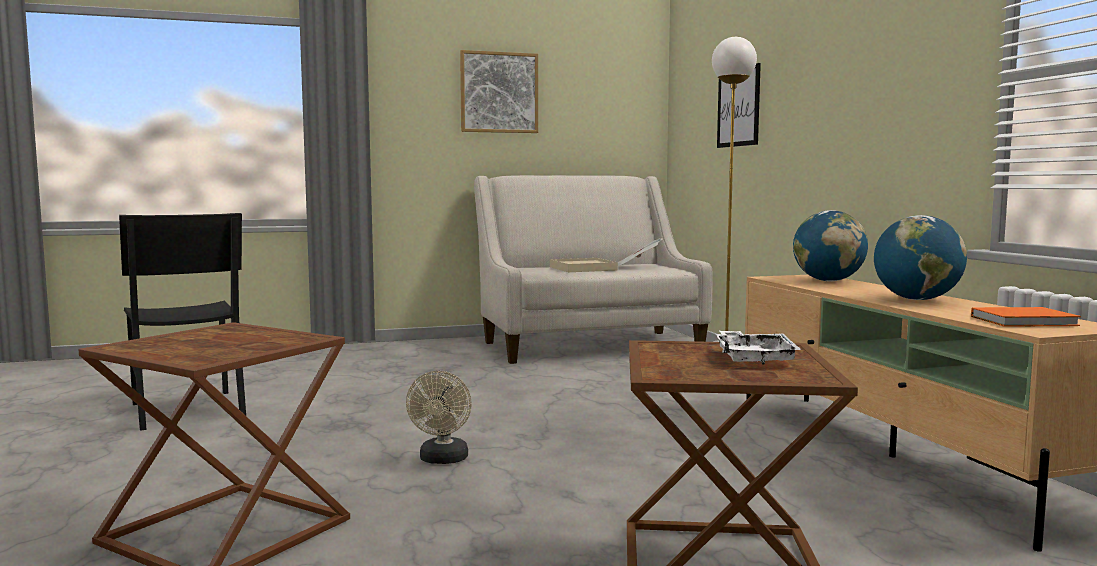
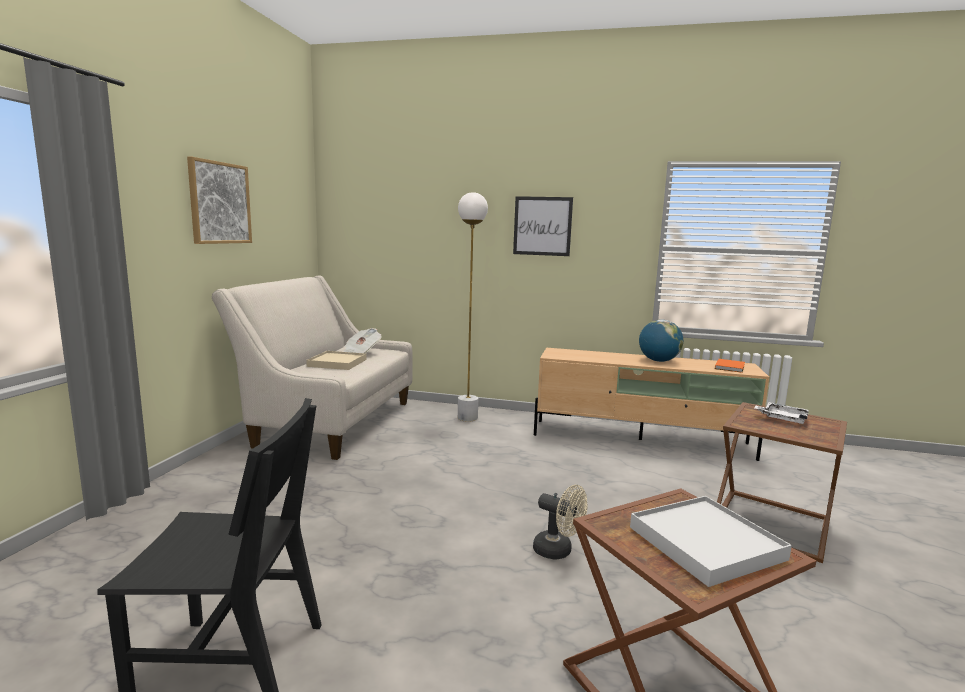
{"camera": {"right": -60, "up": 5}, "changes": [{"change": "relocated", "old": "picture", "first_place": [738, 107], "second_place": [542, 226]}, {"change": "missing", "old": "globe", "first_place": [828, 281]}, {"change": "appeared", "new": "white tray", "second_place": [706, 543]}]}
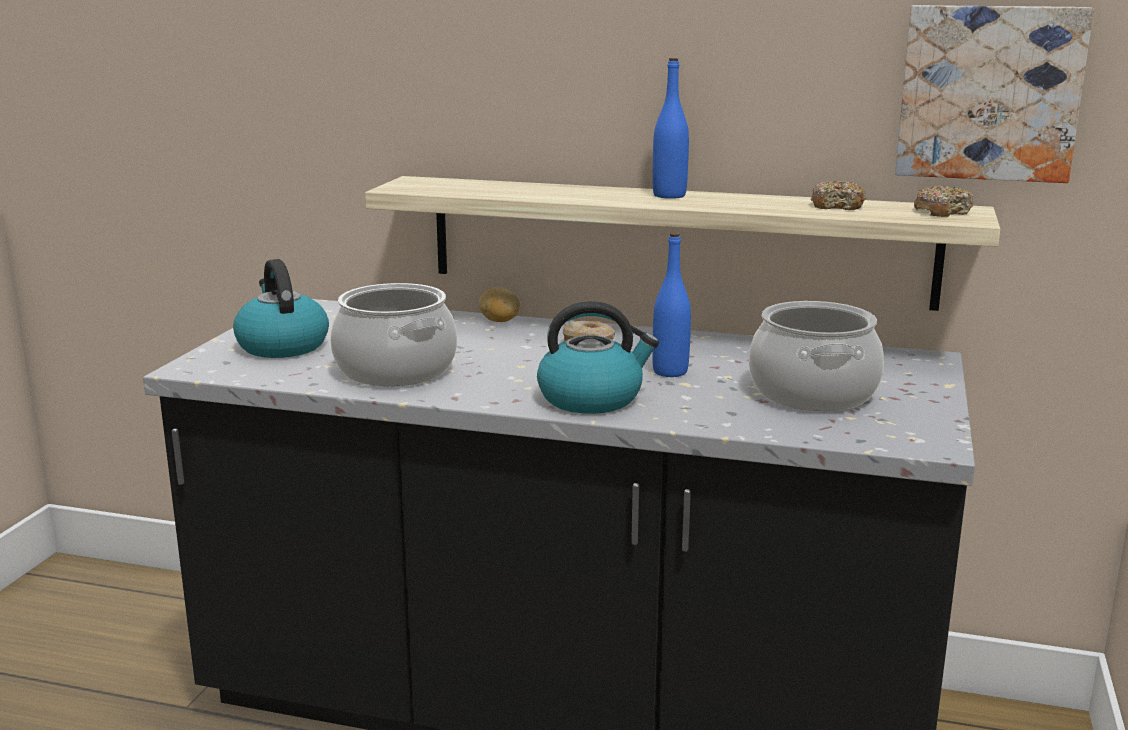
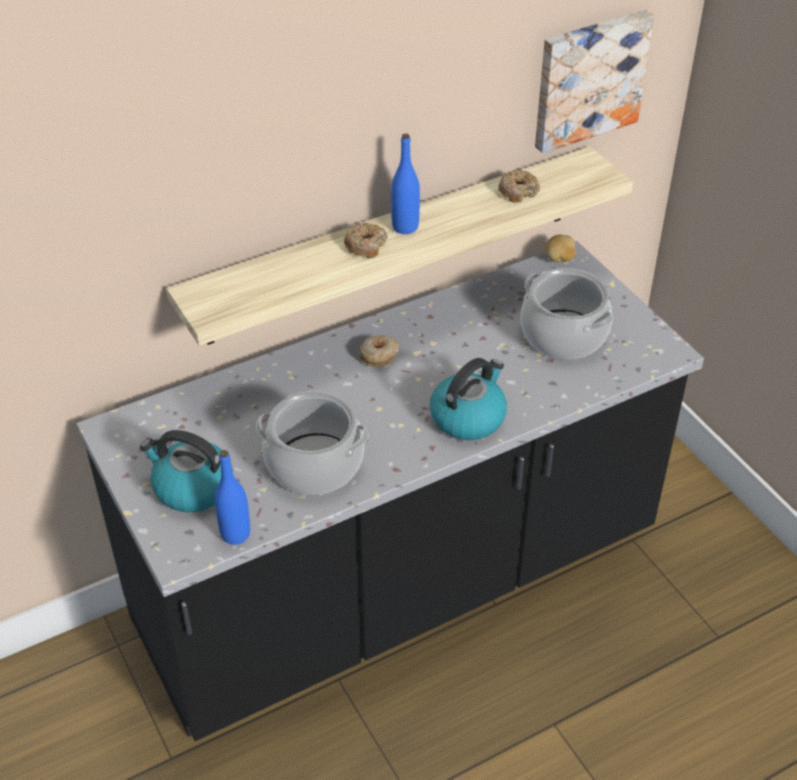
{"camera": {"right": -45, "up": 25}, "changes": [{"change": "relocated", "old": "potato", "first_place": [499, 321], "second_place": [559, 259]}, {"change": "relocated", "old": "blue bottle", "first_place": [670, 372], "second_place": [235, 534]}, {"change": "relocated", "old": "donut", "first_place": [942, 211], "second_place": [365, 246]}]}
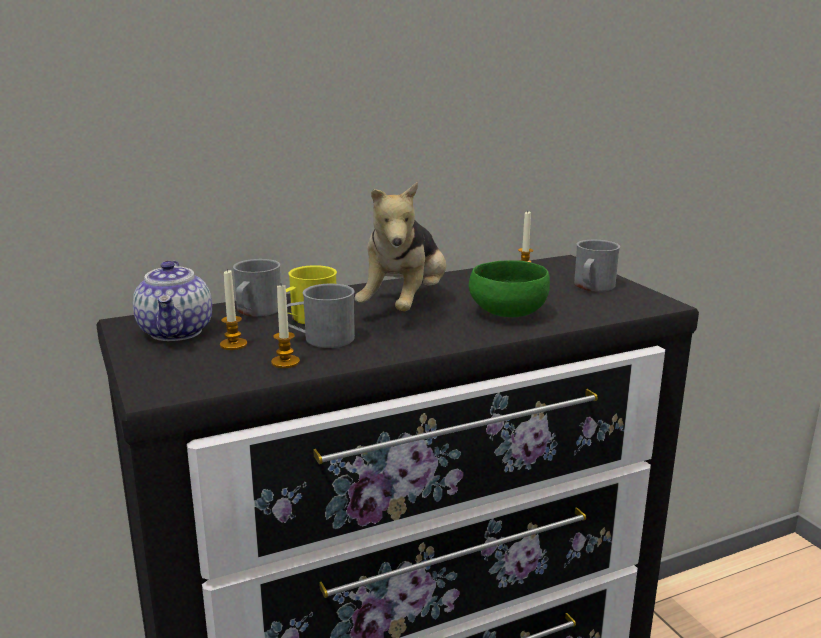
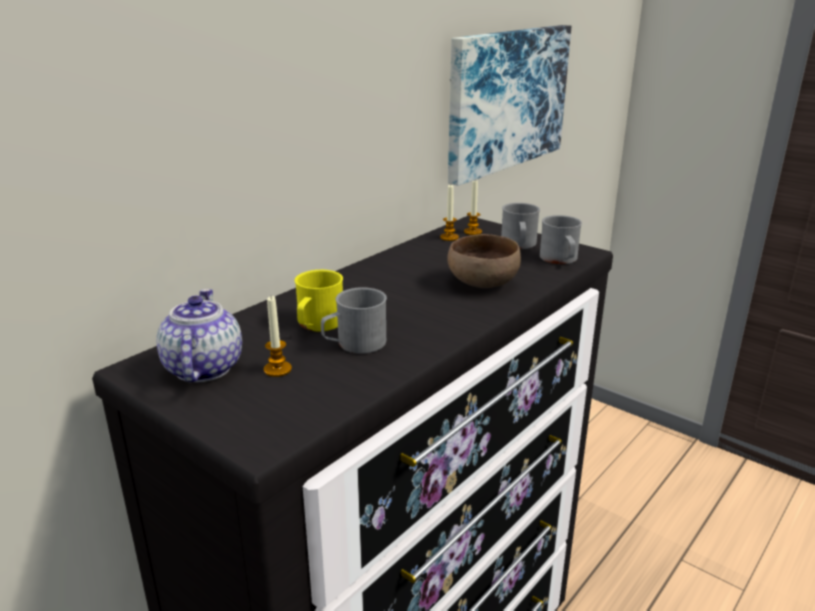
{"camera": {"right": -25, "up": 5}, "changes": [{"change": "spun", "old": "teapot", "first_place": [177, 332], "second_place": [202, 368], "degrees": -150}, {"change": "relocated", "old": "grey mug", "first_place": [255, 311], "second_place": [560, 260]}, {"change": "relocated", "old": "candle", "first_place": [285, 362], "second_place": [472, 232]}, {"change": "missing", "old": "plush toy", "first_place": [405, 306]}, {"change": "colour", "old": "green bowl", "new": "brown bowl", "first_place": [506, 313], "second_place": [482, 284]}, {"change": "appeared", "new": "picture", "second_place": [506, 99]}]}
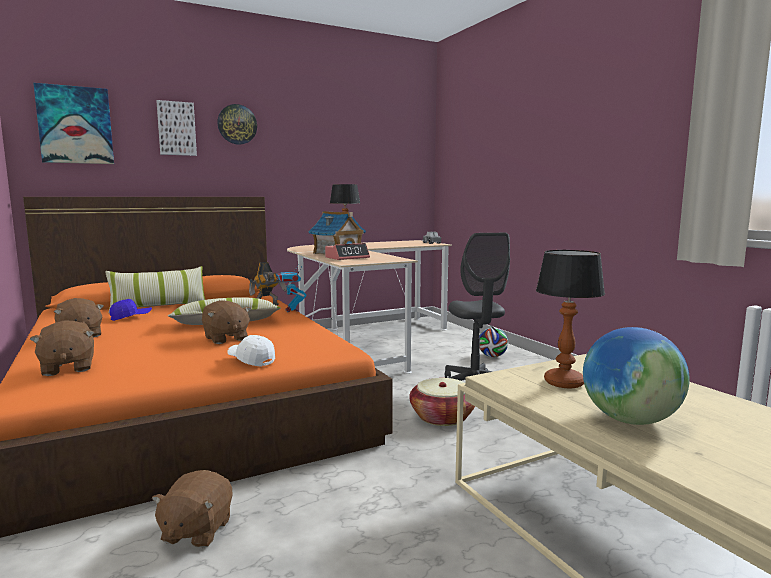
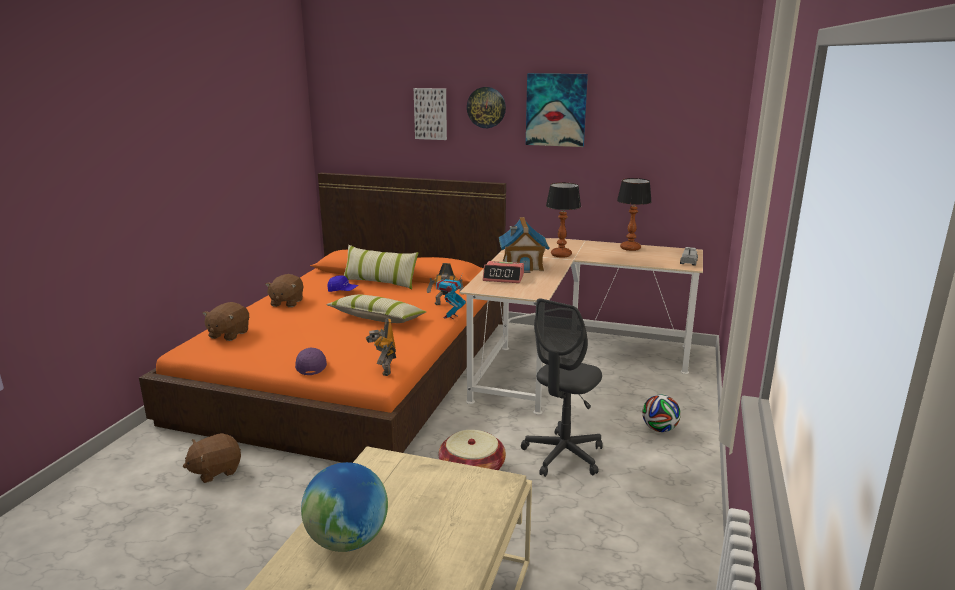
{"camera": {"right": 45, "up": 10}, "changes": [{"change": "relocated", "old": "picture", "first_place": [75, 125], "second_place": [556, 110]}, {"change": "missing", "old": "brown plush toy", "first_place": [225, 338]}, {"change": "colour", "old": "white cap", "new": "purple cap", "first_place": [251, 360], "second_place": [311, 366]}, {"change": "relocated", "old": "table lamp", "first_place": [564, 382], "second_place": [630, 248]}, {"change": "appeared", "new": "toy robot", "second_place": [384, 369]}]}
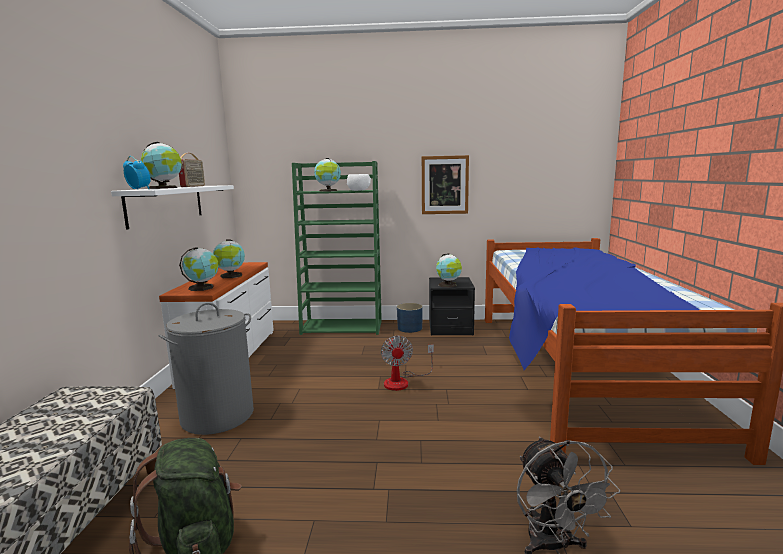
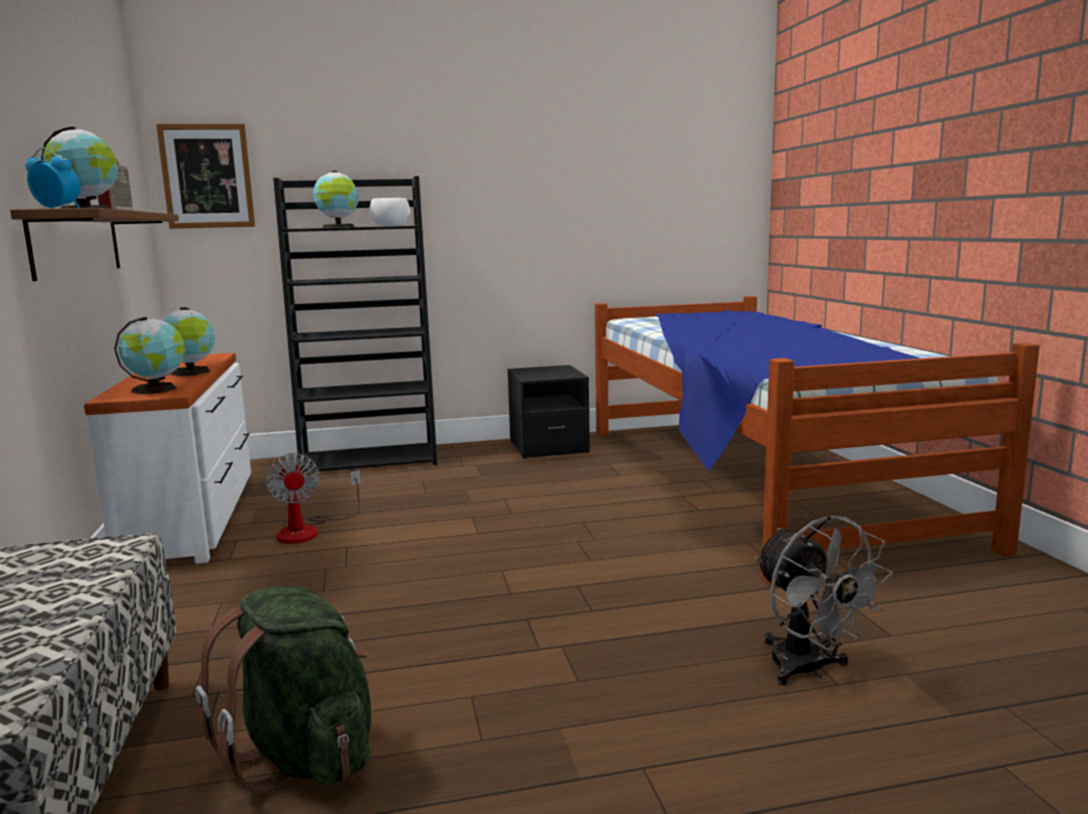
{"camera": {"right": -15, "up": 0}, "changes": [{"change": "colour", "old": "white shelf", "new": "brown shelf", "first_place": [166, 204], "second_place": [77, 243]}, {"change": "missing", "old": "grey laundry basket", "first_place": [217, 416]}, {"change": "colour", "old": "green bookcase", "new": "black bookcase", "first_place": [343, 327], "second_place": [370, 460]}, {"change": "relocated", "old": "fan", "first_place": [402, 381], "second_place": [309, 530]}, {"change": "missing", "old": "blue planter", "first_place": [410, 328]}, {"change": "relocated", "old": "picture", "first_place": [444, 185], "second_place": [207, 176]}, {"change": "missing", "old": "globe", "first_place": [448, 285]}]}
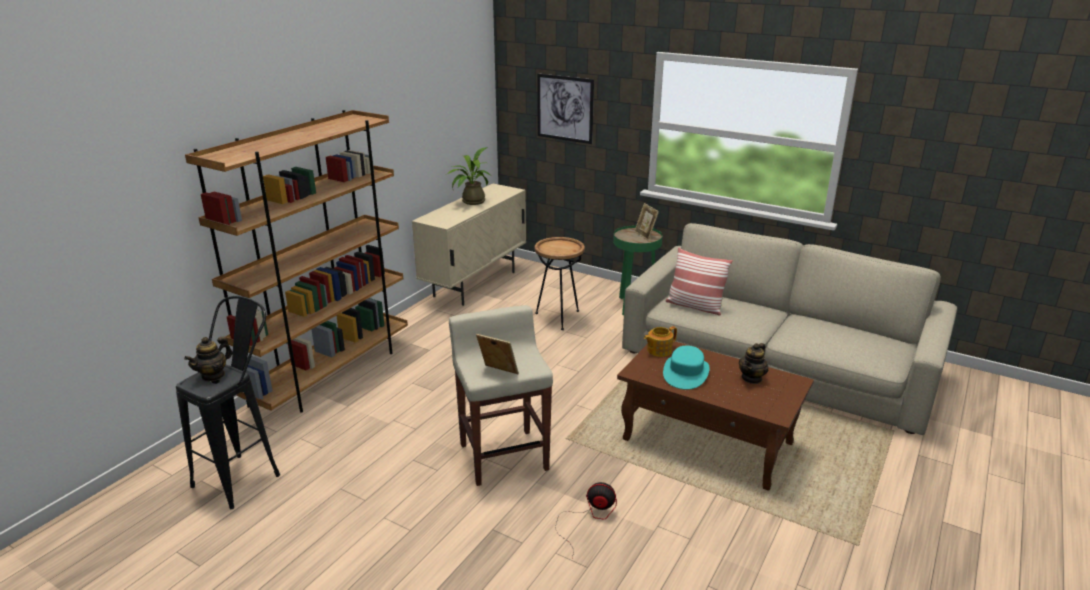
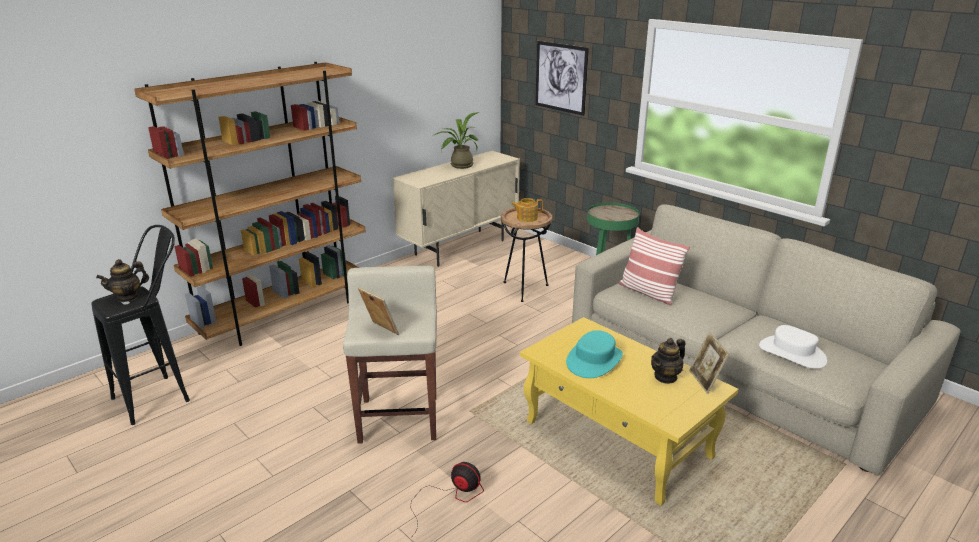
{"camera": {"right": 15, "up": 0}, "changes": [{"change": "colour", "old": "brown coffee table", "new": "yellow coffee table", "first_place": [708, 442], "second_place": [618, 440]}, {"change": "relocated", "old": "picture frame", "first_place": [645, 235], "second_place": [705, 381]}, {"change": "relocated", "old": "teapot", "first_place": [658, 350], "second_place": [526, 218]}, {"change": "appeared", "new": "white hat", "second_place": [792, 353]}]}
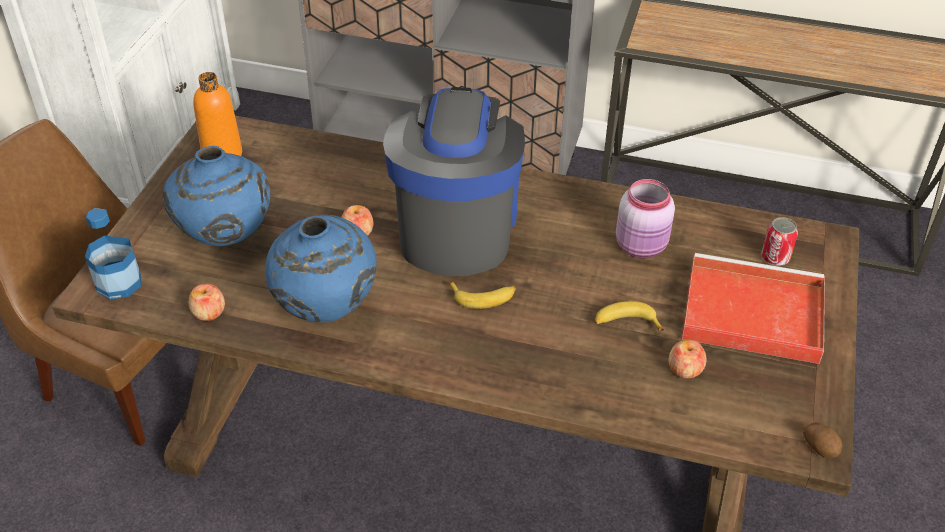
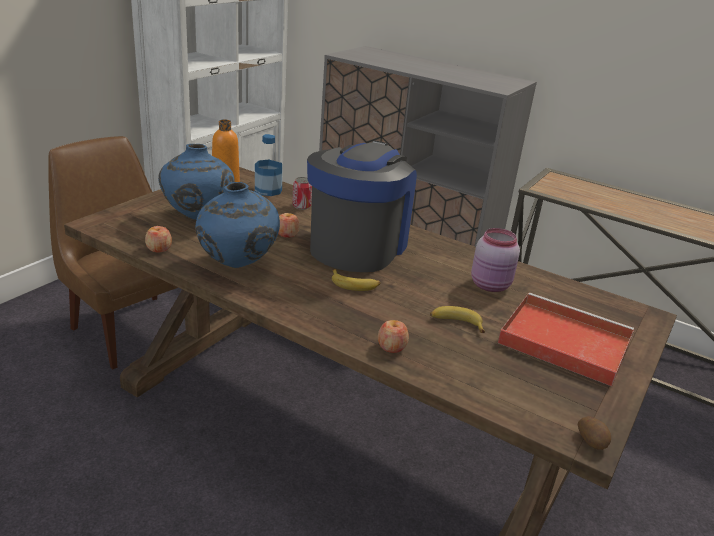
{"camera": {"right": 15, "up": -15}, "changes": [{"change": "relocated", "old": "bottle", "first_place": [119, 283], "second_place": [268, 190]}, {"change": "relocated", "old": "apple", "first_place": [685, 369], "second_place": [391, 347]}, {"change": "relocated", "old": "can", "first_place": [775, 257], "second_place": [301, 206]}]}
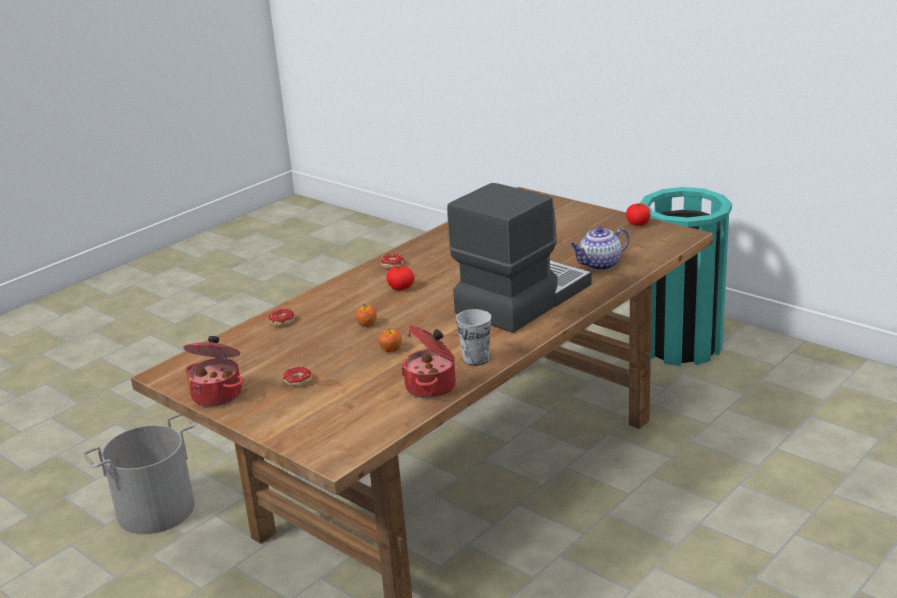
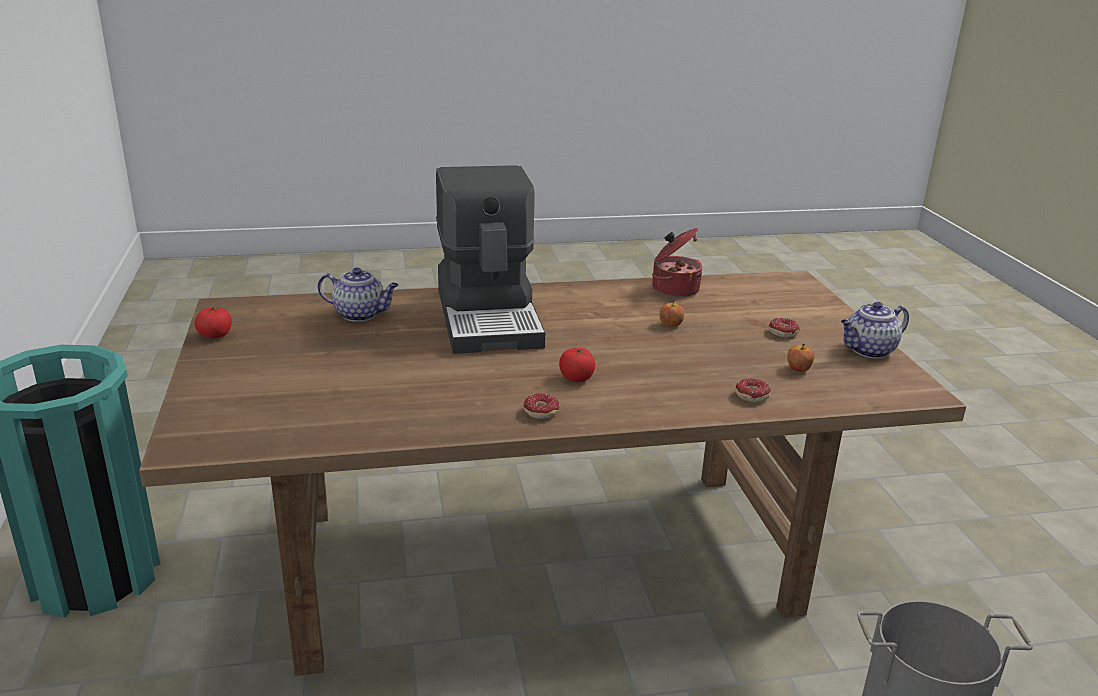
{"camera": {"right": -145, "up": 0}, "changes": [{"change": "exchanged", "old": "cooking pot", "new": "teapot", "first_place": [218, 394], "second_place": [868, 351]}, {"change": "relocated", "old": "apple", "first_place": [367, 324], "second_place": [798, 369]}, {"change": "spun", "old": "coffee machine", "first_place": [521, 299], "second_place": [490, 317], "degrees": -90}, {"change": "missing", "old": "cup", "first_place": [476, 359]}]}
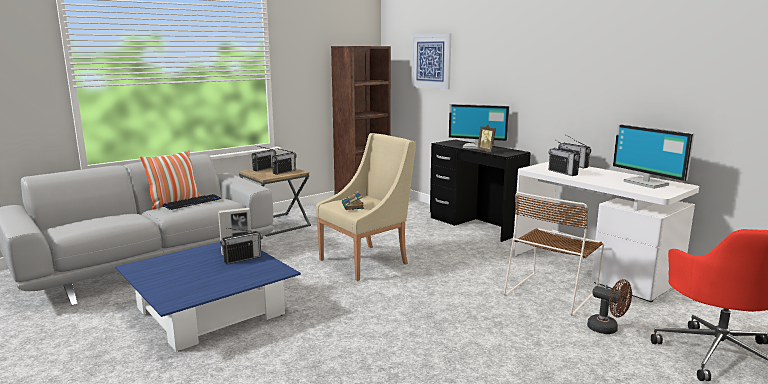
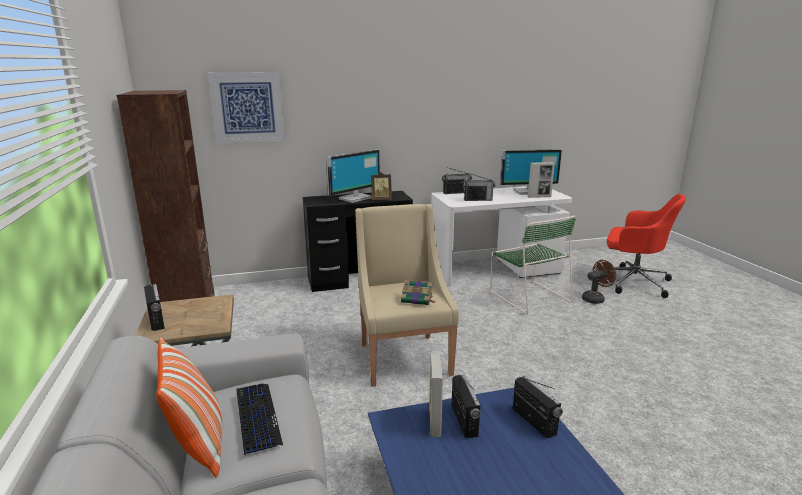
{"camera": {"right": -65, "up": 5}, "changes": [{"change": "relocated", "old": "radio", "first_place": [284, 172], "second_place": [533, 421]}, {"change": "colour", "old": "brown chair", "new": "green chair", "first_place": [552, 292], "second_place": [528, 296]}, {"change": "appeared", "new": "picture frame", "second_place": [539, 197]}]}
